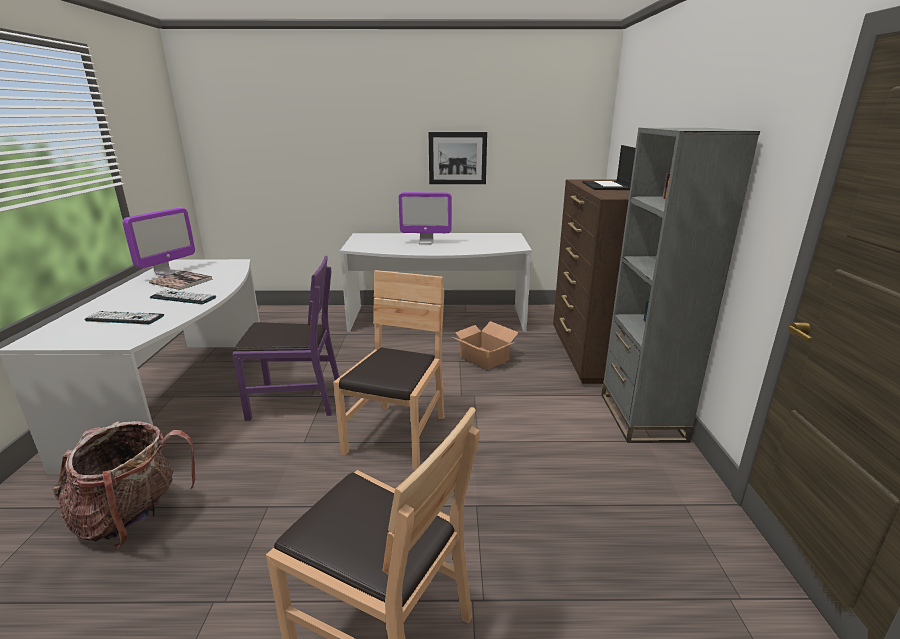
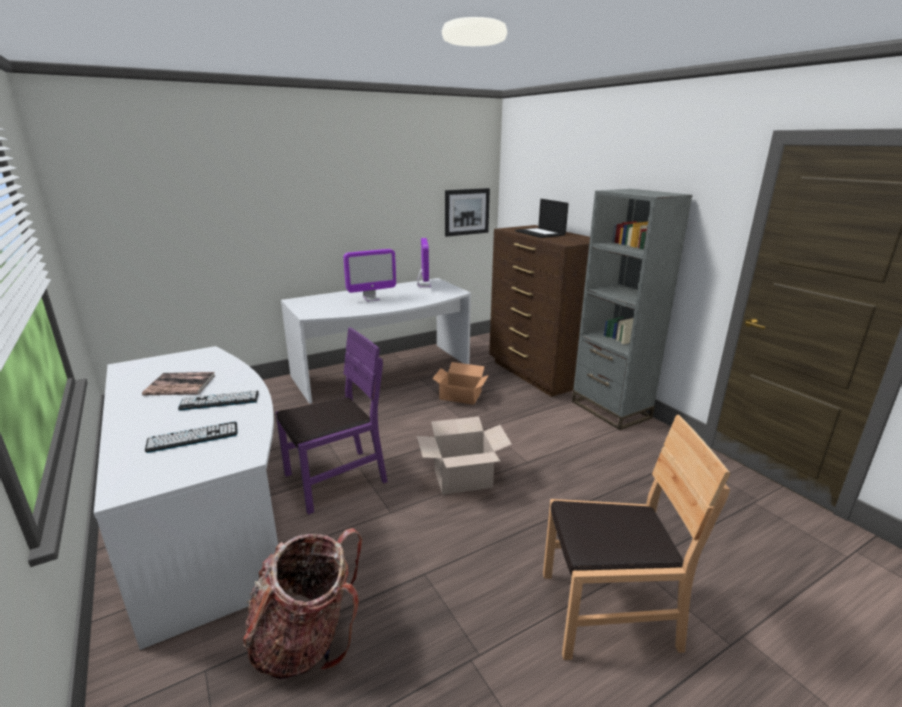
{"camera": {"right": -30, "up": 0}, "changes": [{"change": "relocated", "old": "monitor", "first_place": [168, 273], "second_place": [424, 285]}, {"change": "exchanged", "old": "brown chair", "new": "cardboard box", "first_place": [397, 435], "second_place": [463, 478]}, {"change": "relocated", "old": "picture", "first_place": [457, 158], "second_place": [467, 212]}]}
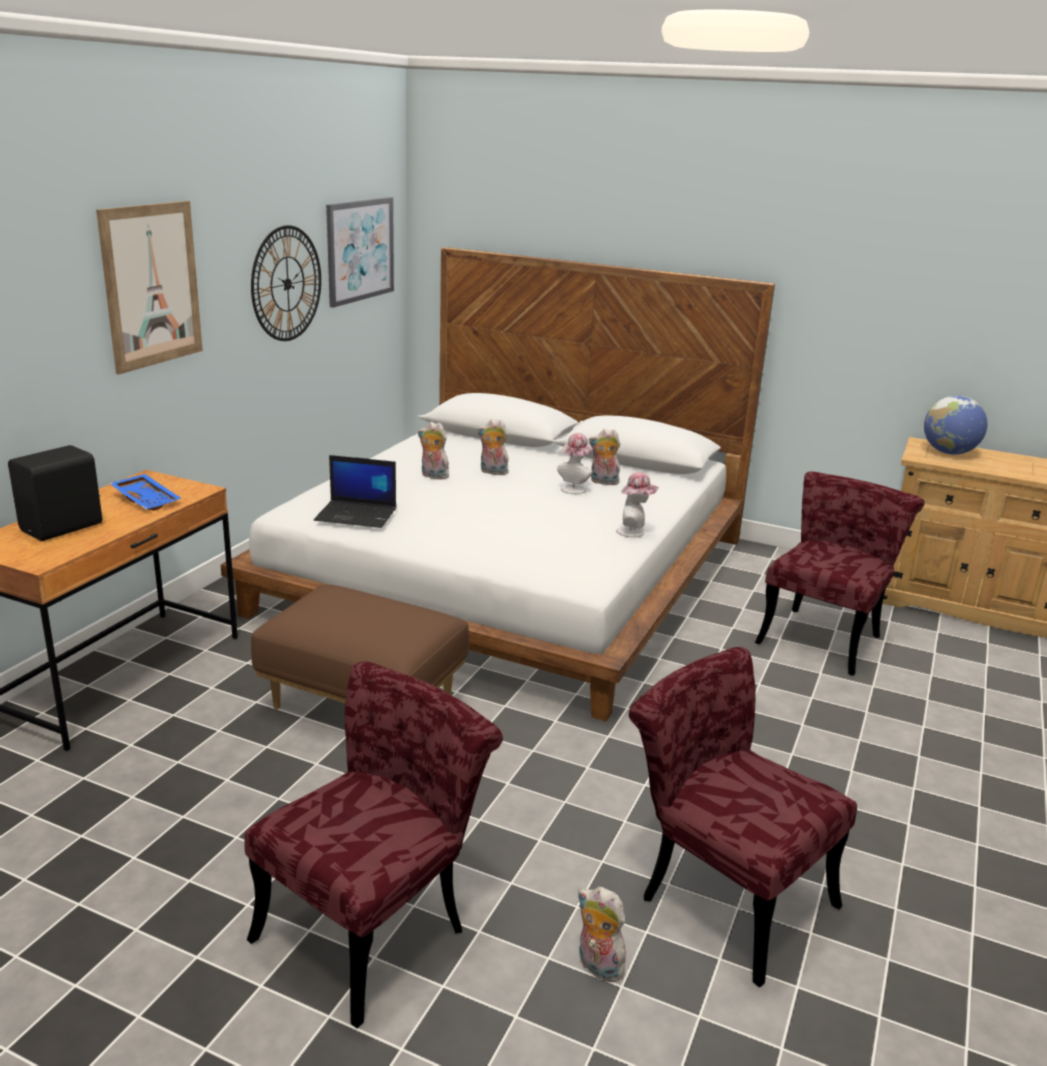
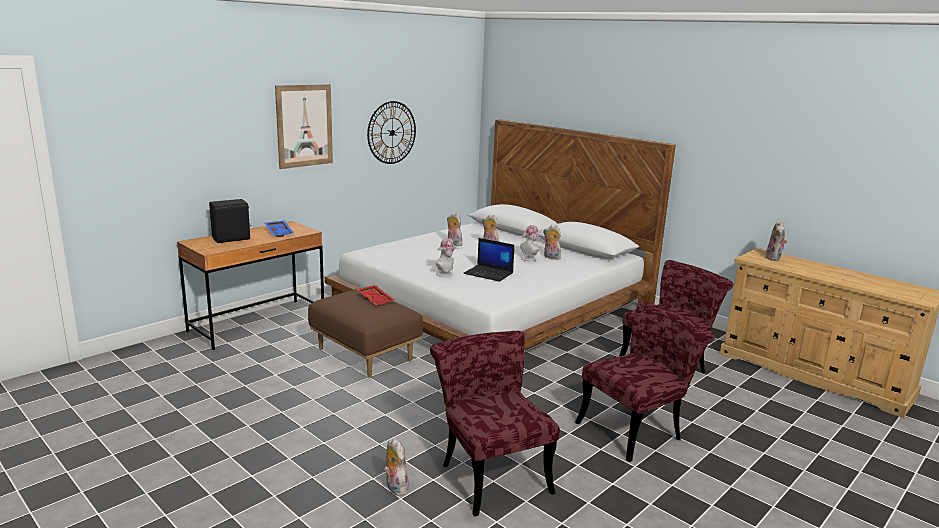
{"camera": {"right": 20, "up": -5}, "changes": [{"change": "relocated", "old": "red chair", "first_place": [376, 923], "second_place": [636, 429]}, {"change": "relocated", "old": "laptop", "first_place": [357, 515], "second_place": [489, 273]}, {"change": "missing", "old": "picture", "first_place": [360, 250]}, {"change": "relocated", "old": "hat", "first_place": [634, 532], "second_place": [446, 274]}, {"change": "exchanged", "old": "globe", "new": "plush toy", "first_place": [949, 453], "second_place": [774, 258]}, {"change": "appeared", "new": "red tray", "second_place": [376, 300]}]}
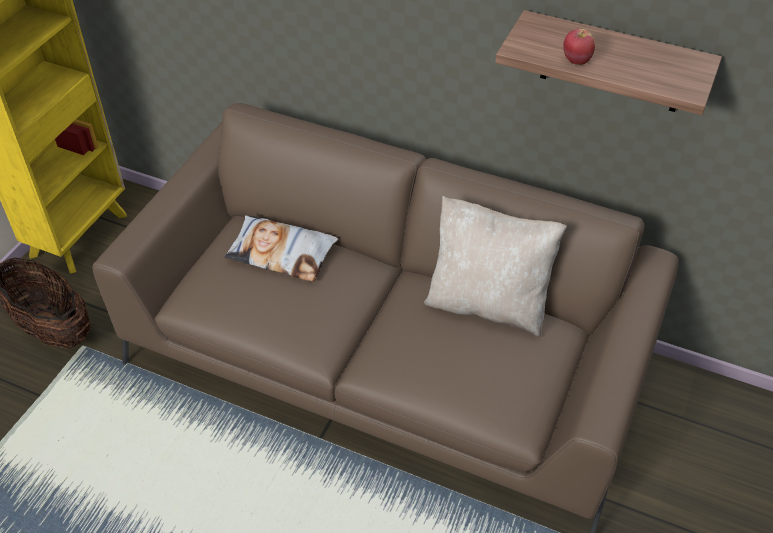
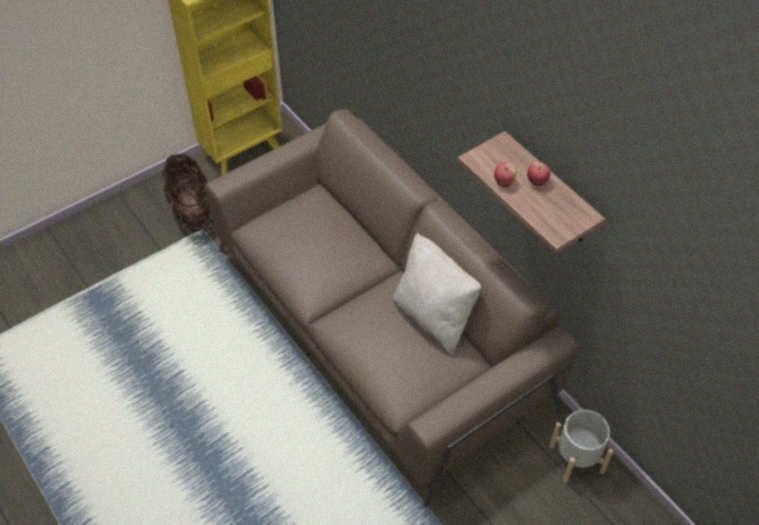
{"camera": {"right": 30, "up": 5}, "changes": [{"change": "missing", "old": "pillow", "first_place": [282, 253]}, {"change": "appeared", "new": "apple", "second_place": [537, 182]}, {"change": "appeared", "new": "grey planter", "second_place": [576, 458]}]}
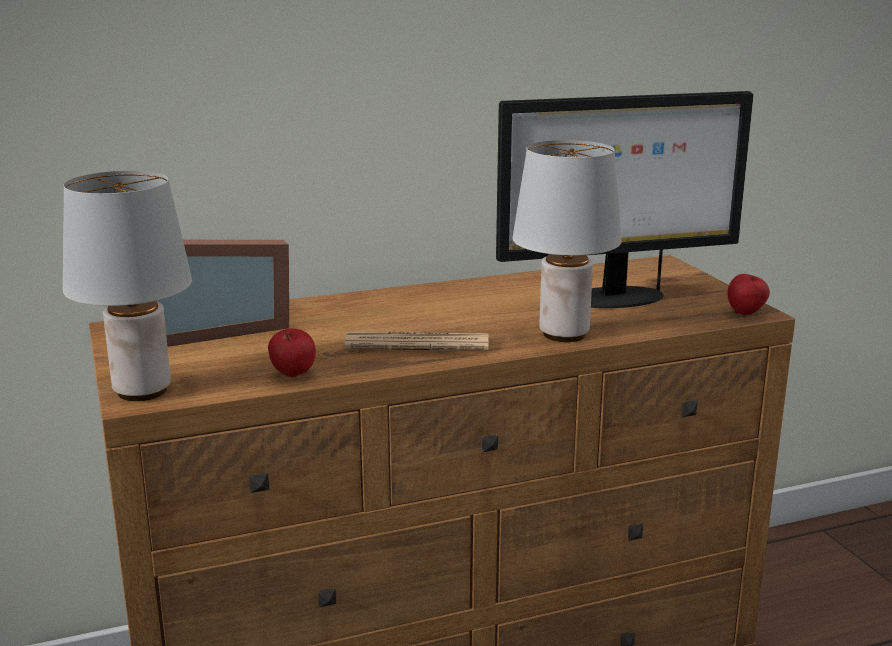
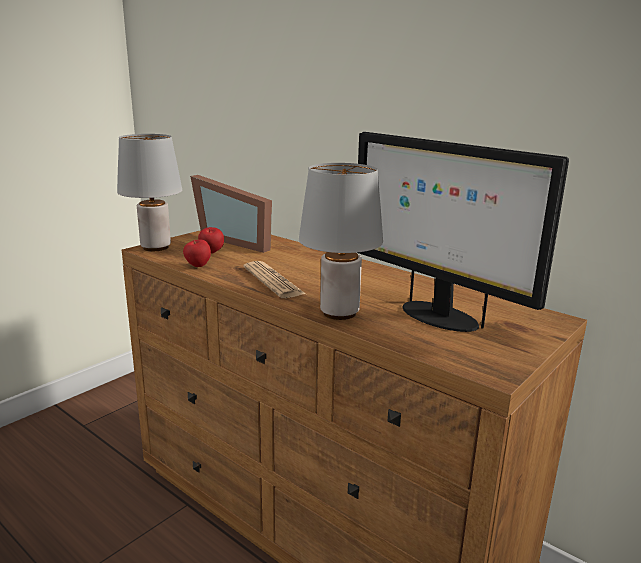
{"camera": {"right": 60, "up": 0}, "changes": [{"change": "relocated", "old": "apple", "first_place": [746, 314], "second_place": [211, 253]}]}
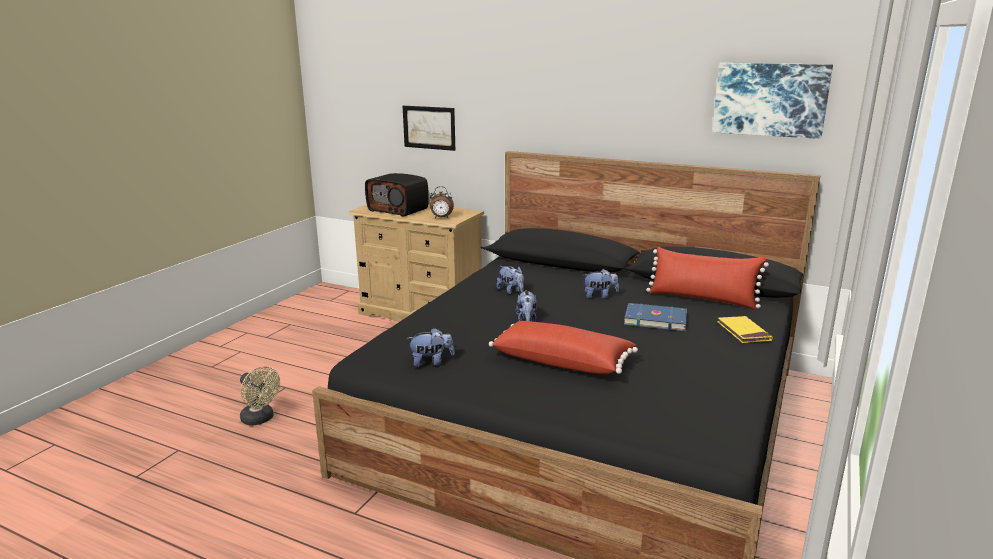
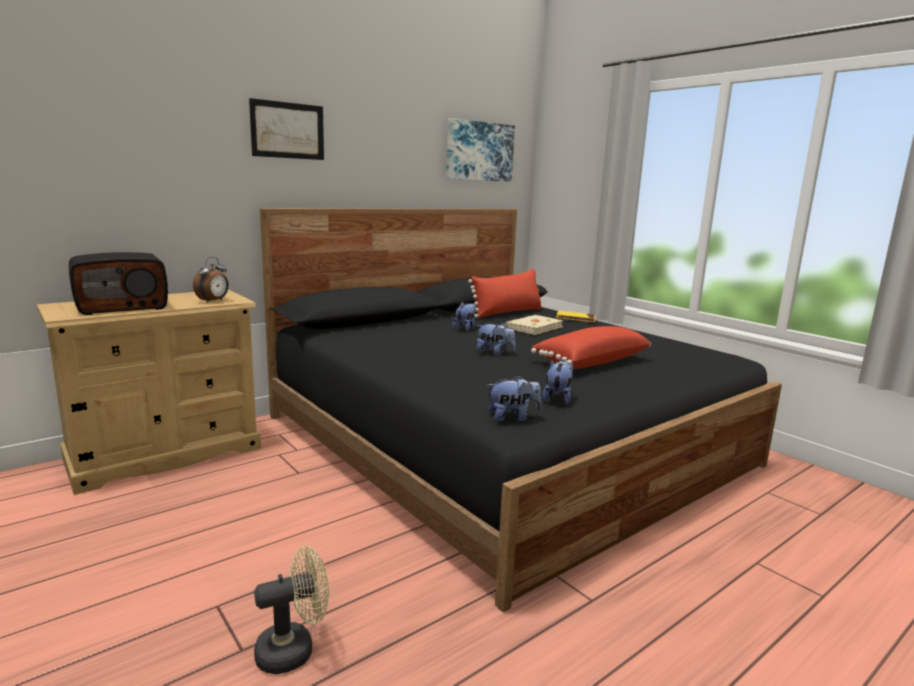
{"camera": {"right": -65, "up": -5}, "changes": [{"change": "relocated", "old": "picture", "first_place": [429, 127], "second_place": [287, 130]}, {"change": "relocated", "old": "plush toy", "first_place": [511, 291], "second_place": [512, 417]}, {"change": "colour", "old": "blue book", "new": "beige book", "first_place": [655, 319], "second_place": [533, 327]}]}
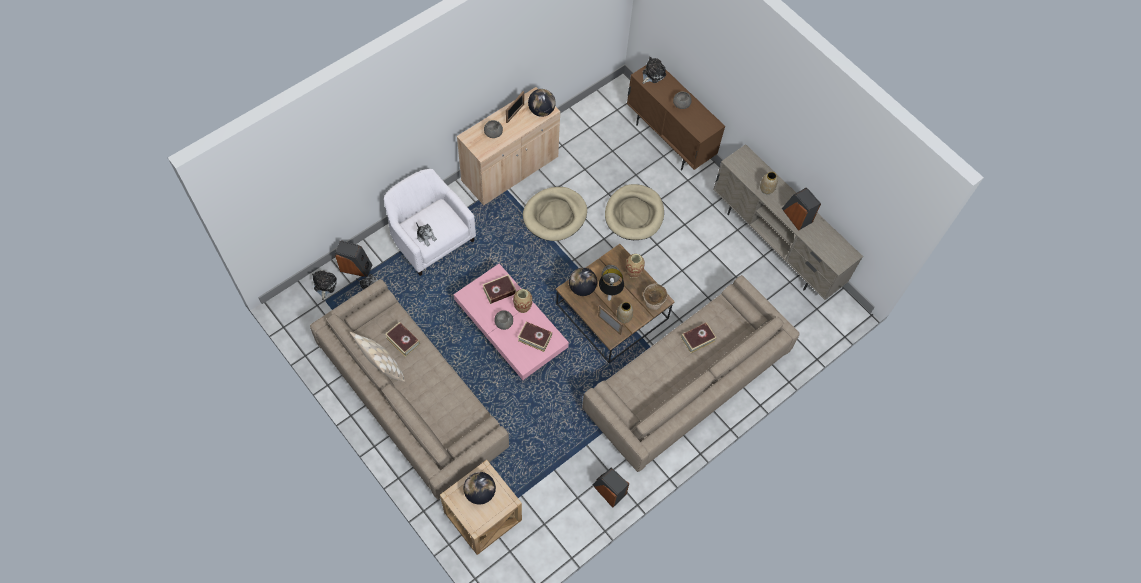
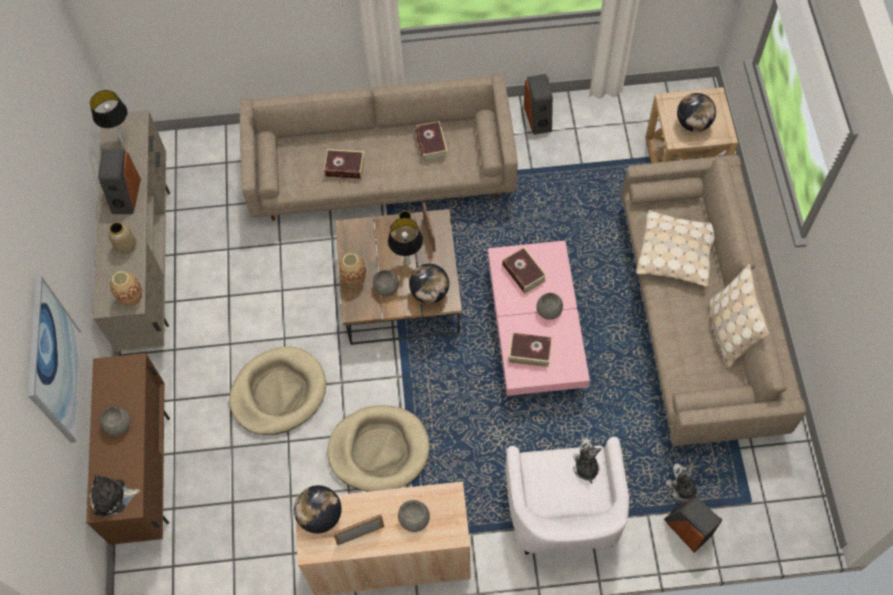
{"camera": {"right": -140, "up": 0}, "changes": [{"change": "missing", "old": "plush toy", "first_place": [324, 285]}, {"change": "relocated", "old": "book", "first_place": [403, 341], "second_place": [431, 144]}, {"change": "relocated", "old": "vase", "first_place": [522, 306], "second_place": [131, 297]}, {"change": "missing", "old": "beige bowl", "first_place": [653, 302]}, {"change": "appeared", "new": "picture", "second_place": [53, 361]}, {"change": "appeared", "new": "table lamp", "second_place": [122, 140]}, {"change": "appeared", "new": "beige pillow", "second_place": [676, 253]}]}
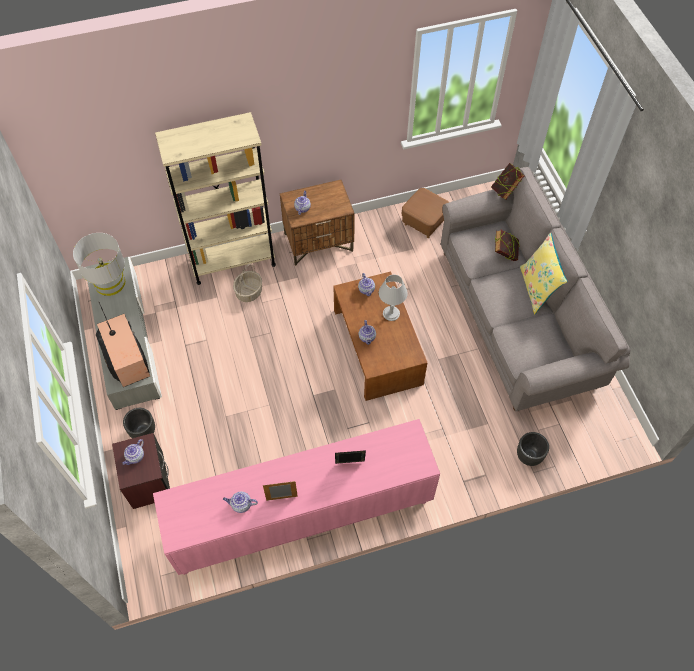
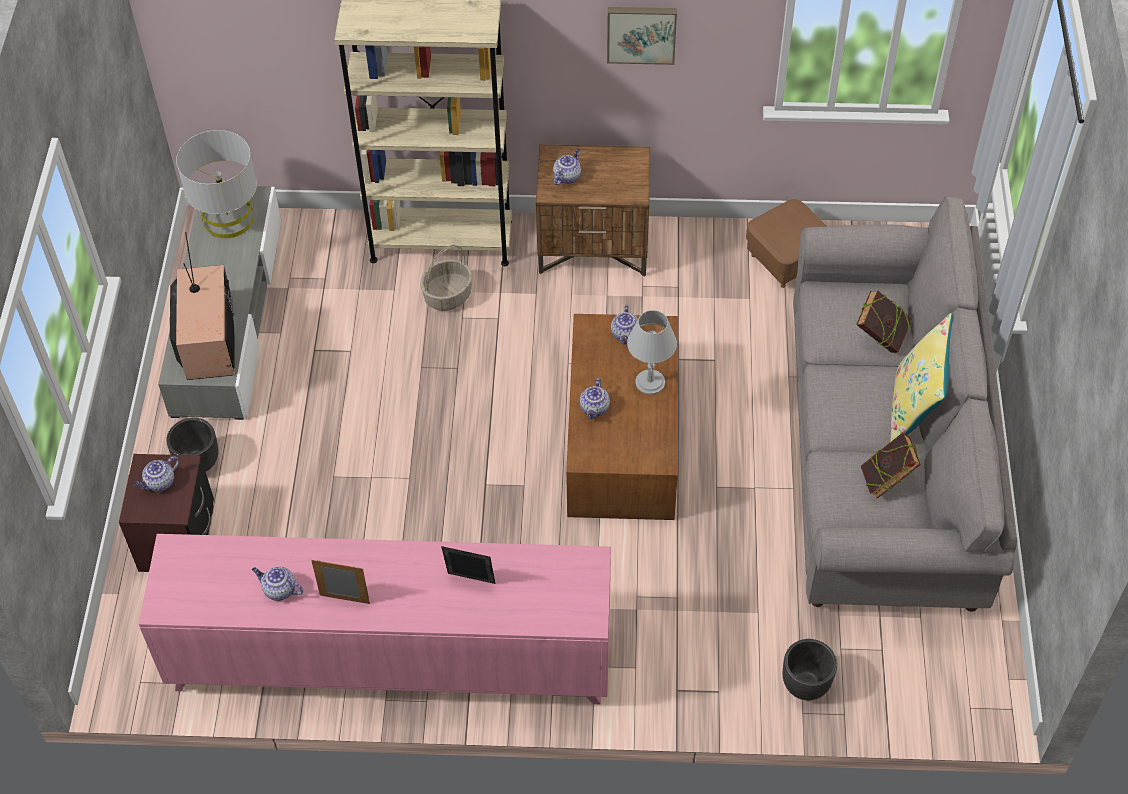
{"camera": {"right": 20, "up": -5}, "changes": [{"change": "relocated", "old": "book", "first_place": [505, 191], "second_place": [886, 481]}, {"change": "appeared", "new": "picture", "second_place": [641, 33]}]}
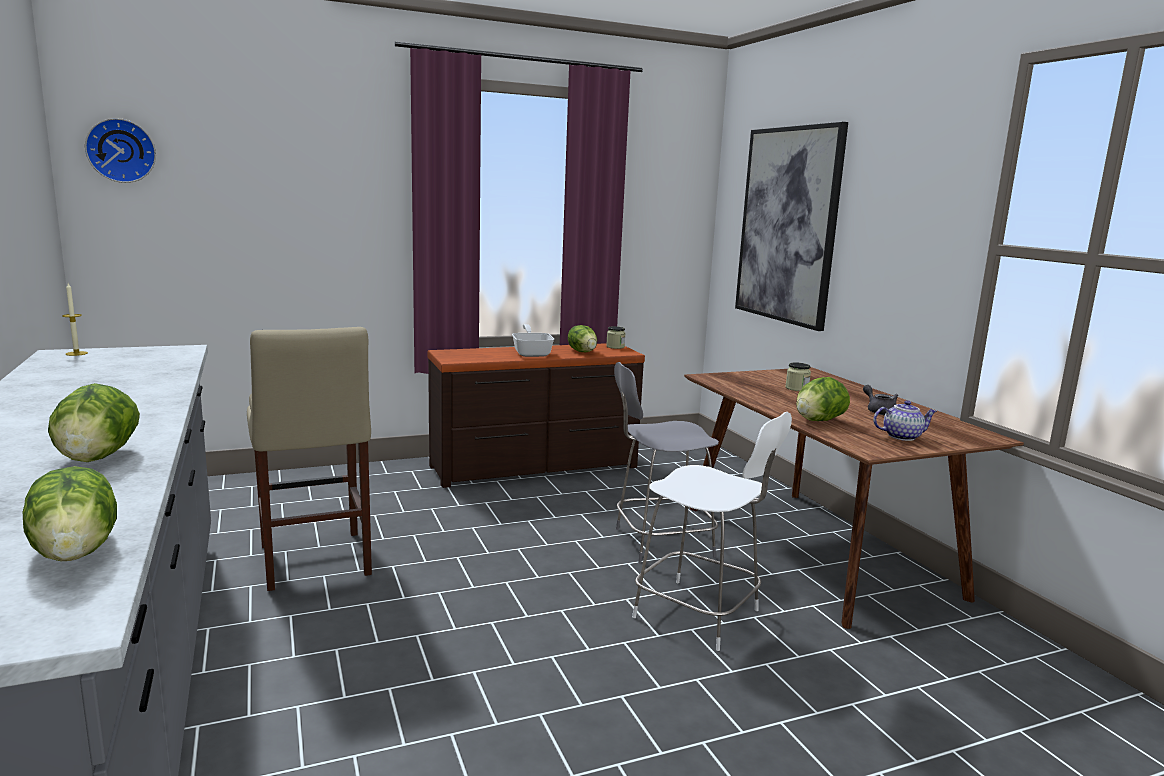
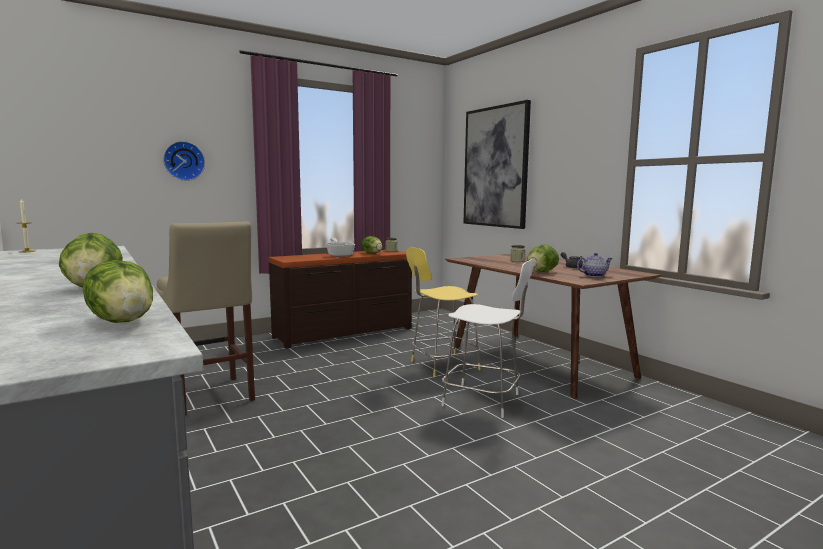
{"camera": {"right": -10, "up": -5}, "changes": [{"change": "relocated", "old": "wall clock", "first_place": [121, 151], "second_place": [184, 161]}, {"change": "colour", "old": "grey stool", "new": "yellow stool", "first_place": [659, 542], "second_place": [442, 365]}]}
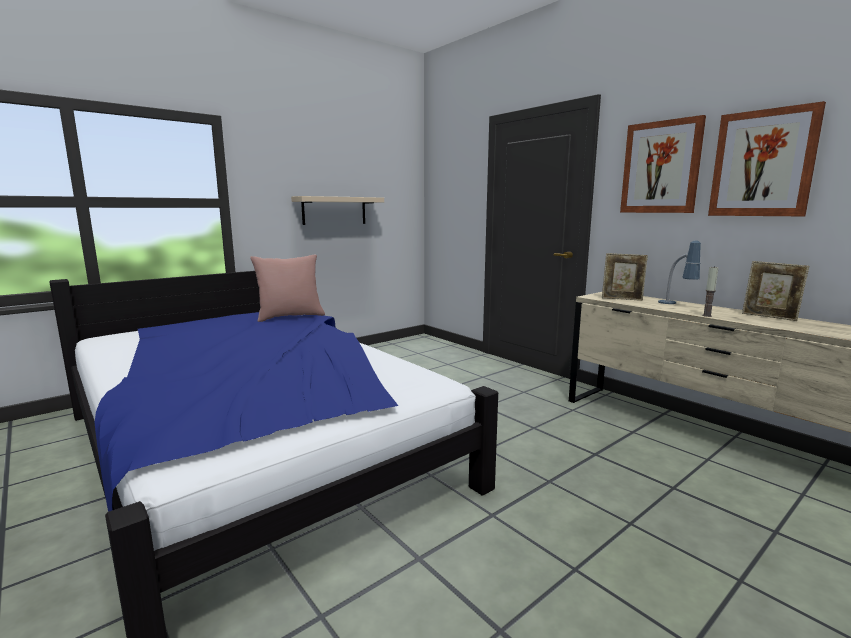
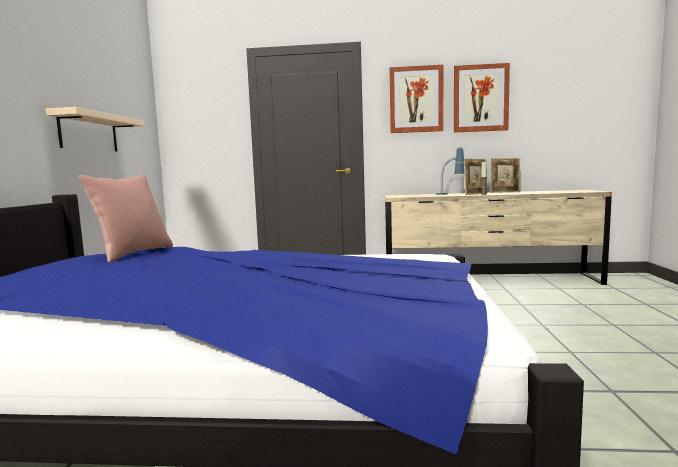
{"camera": {"right": -45, "up": -5}, "changes": [{"change": "relocated", "old": "picture frame", "first_place": [622, 299], "second_place": [475, 194]}]}
